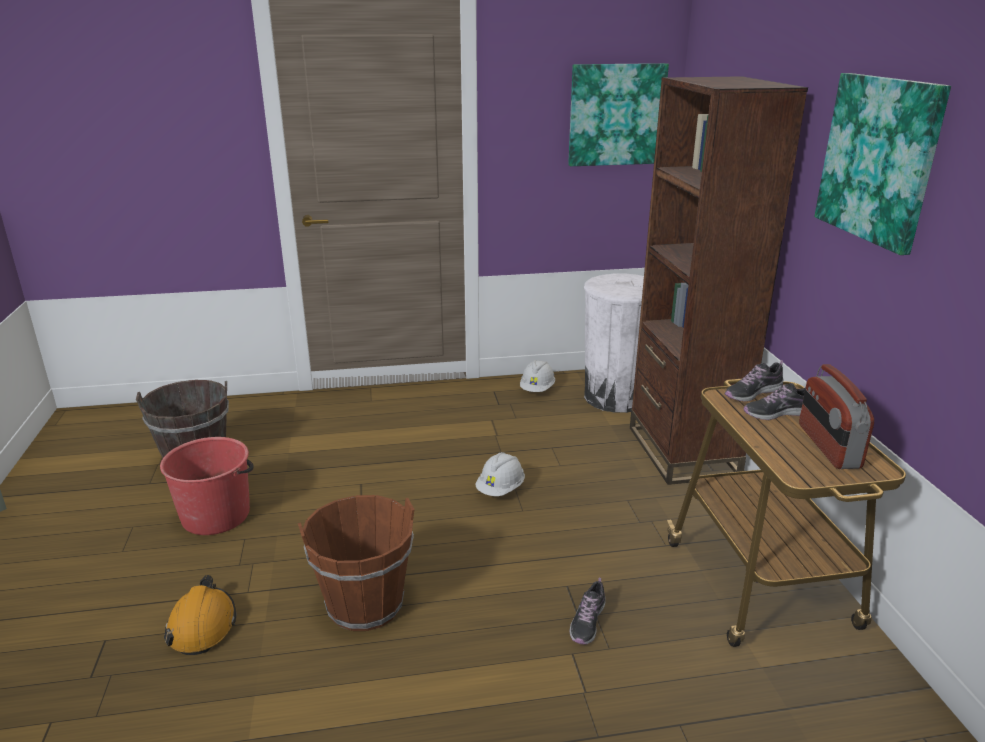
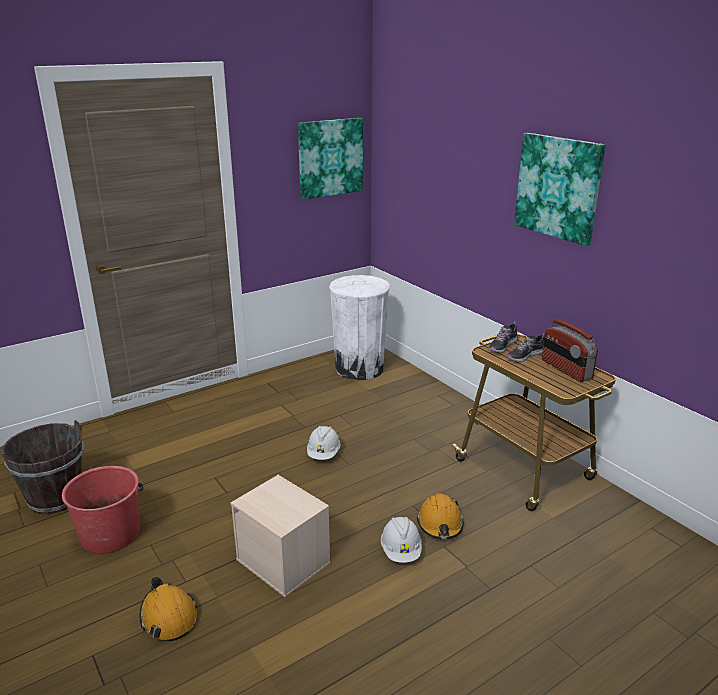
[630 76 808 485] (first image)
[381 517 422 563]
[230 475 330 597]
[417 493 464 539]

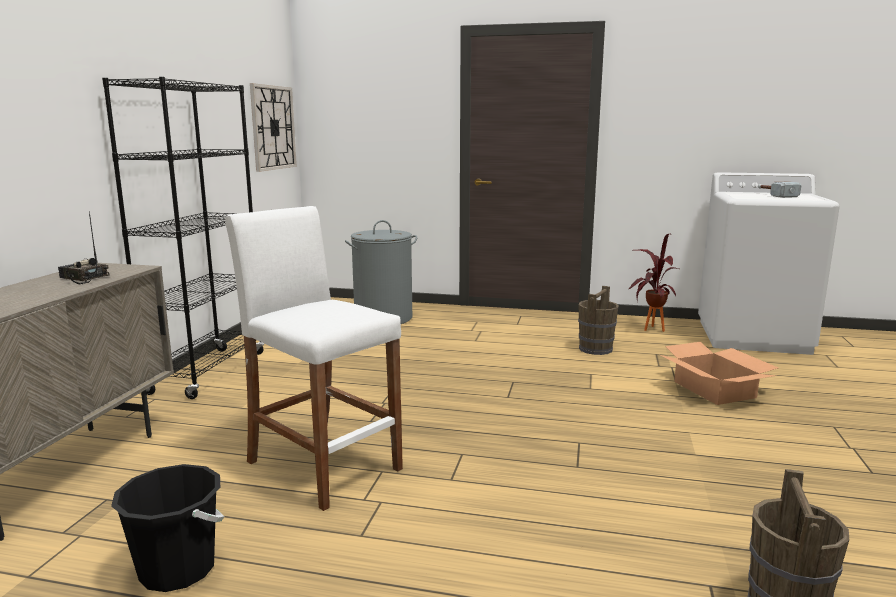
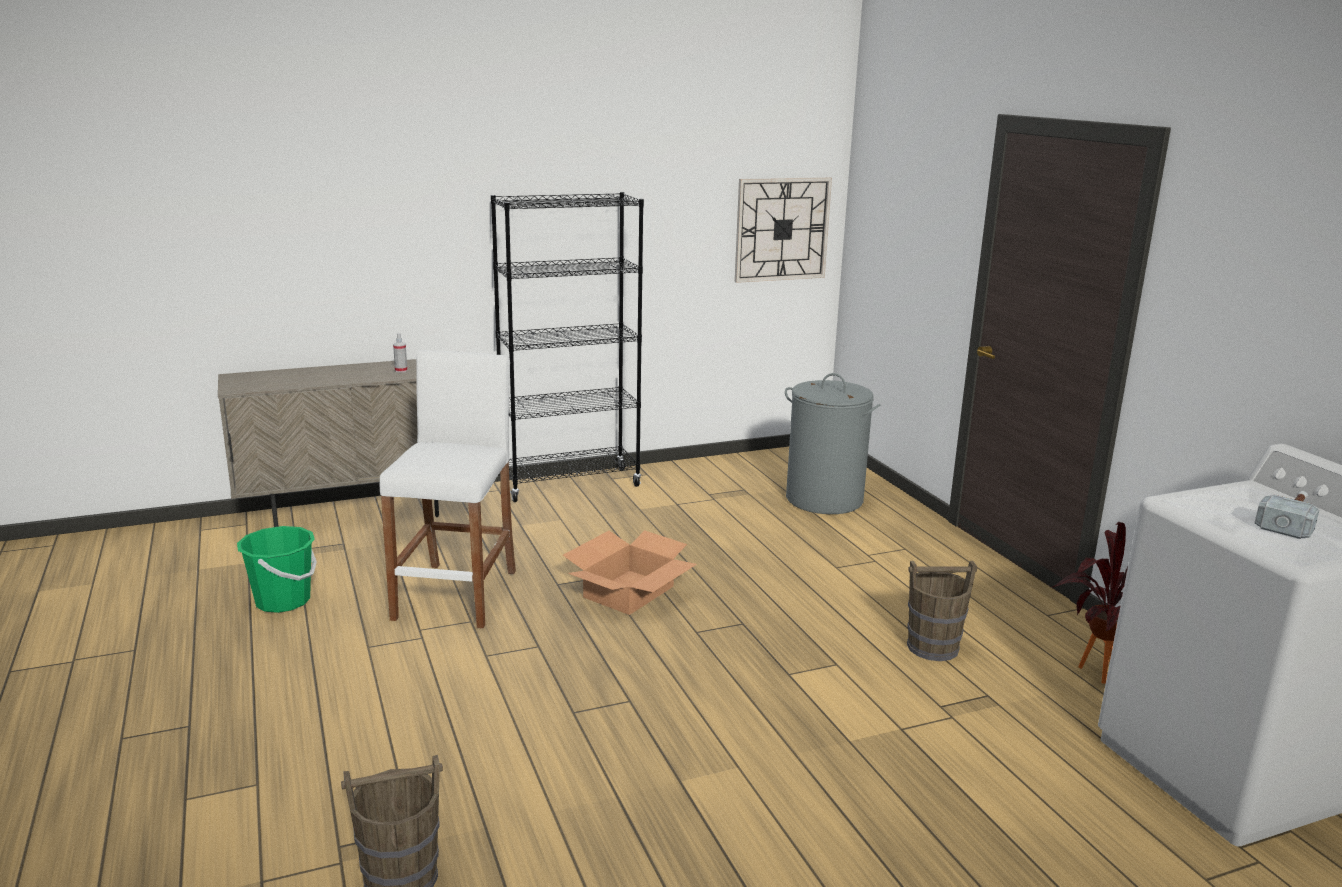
[393 333 407 373]
[563 530 697 615]
[237 526 317 613]

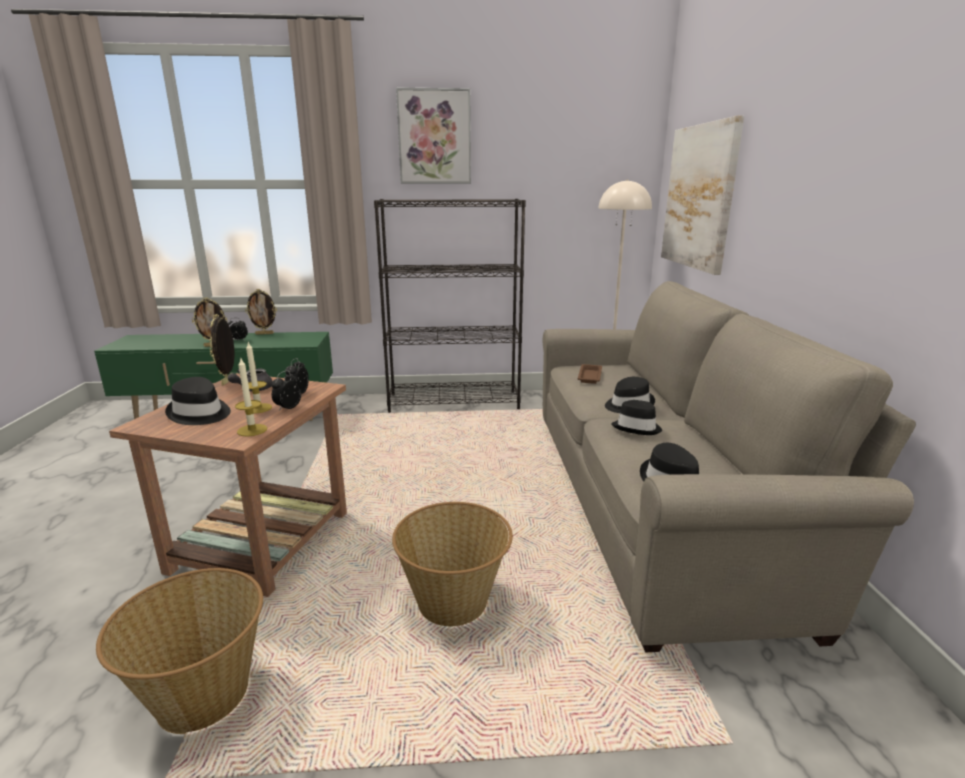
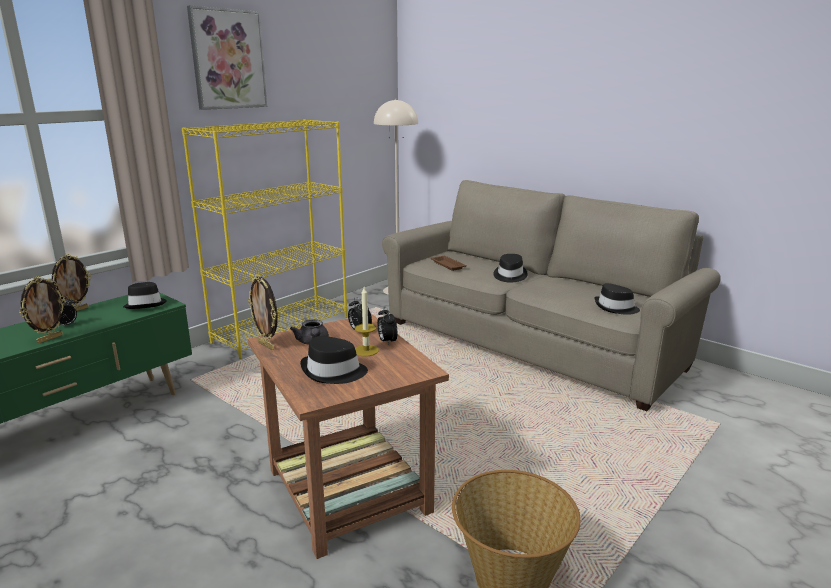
[661 115 744 275] (first image)
[182 119 348 359]
[235 358 267 436] (first image)
[123 282 167 309]
[392 502 513 626] (first image)

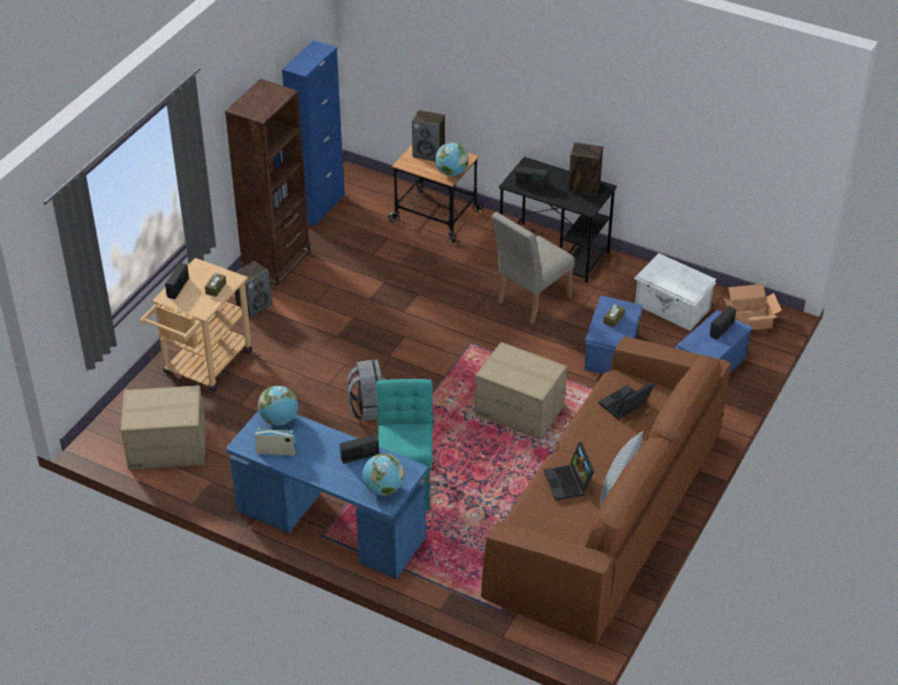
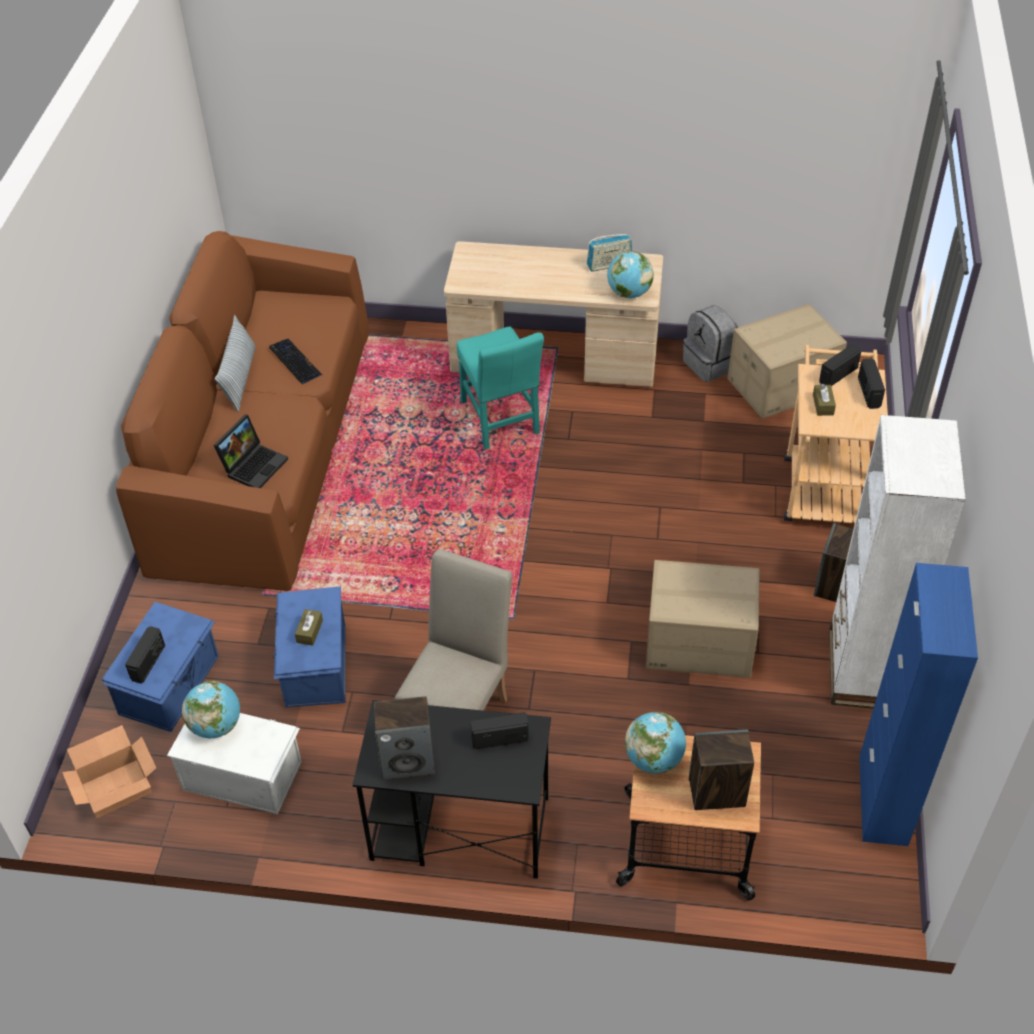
[829 415 966 709]
[646 560 760 678]
[683 305 738 382]
[444 241 663 387]
[819 344 861 386]
[269 339 322 385]
[182 681 240 738]

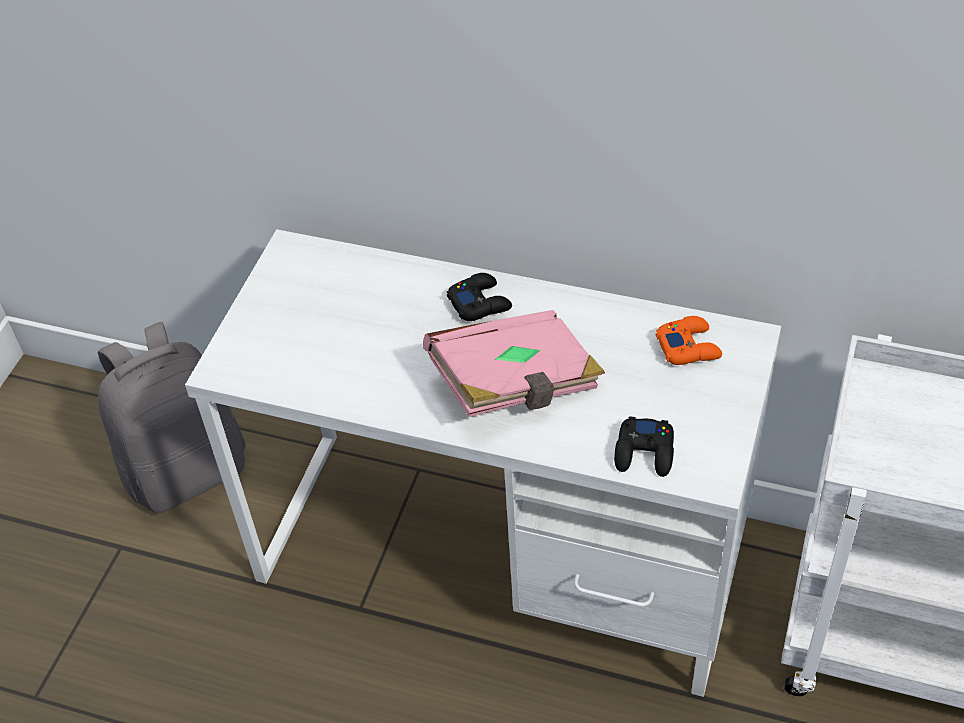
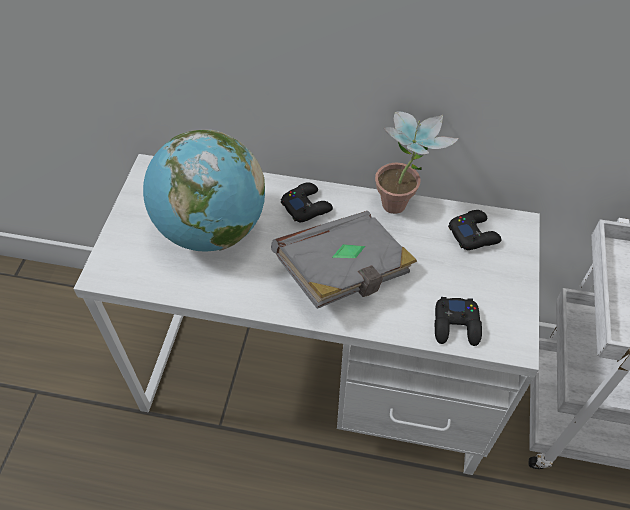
[271 211 417 309]
[448 210 502 250]
[98 322 246 513] (first image)
[375 111 459 214]
[143 130 265 252]

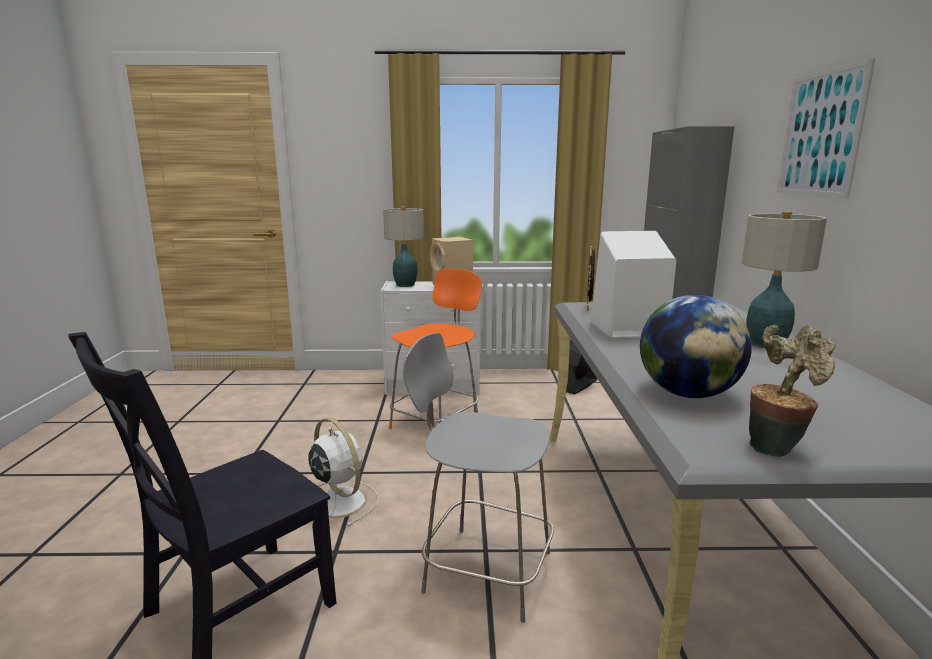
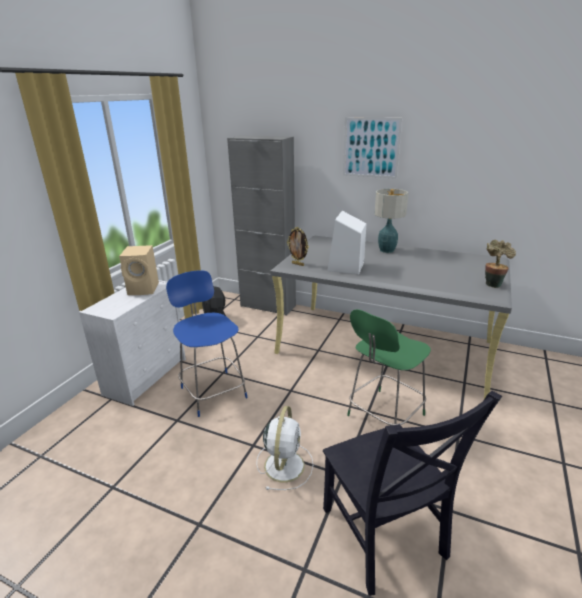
[383 206 424 287] (first image)
[166 270 248 417]
[640 295 752 398] (first image)
[347 309 431 425]
[257 406 313 490]

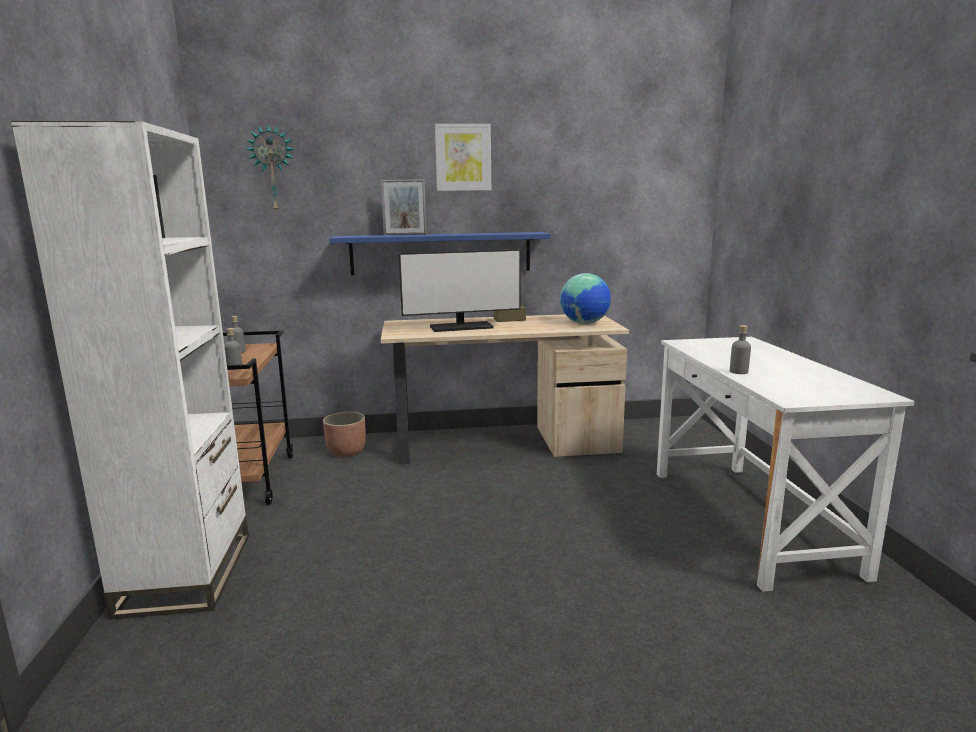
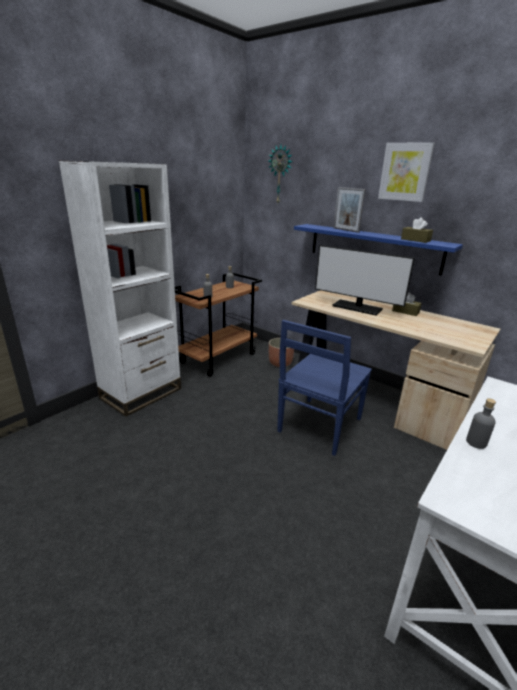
[560 273 611 324] (first image)
[401 218 433 243]
[277 320 372 456]

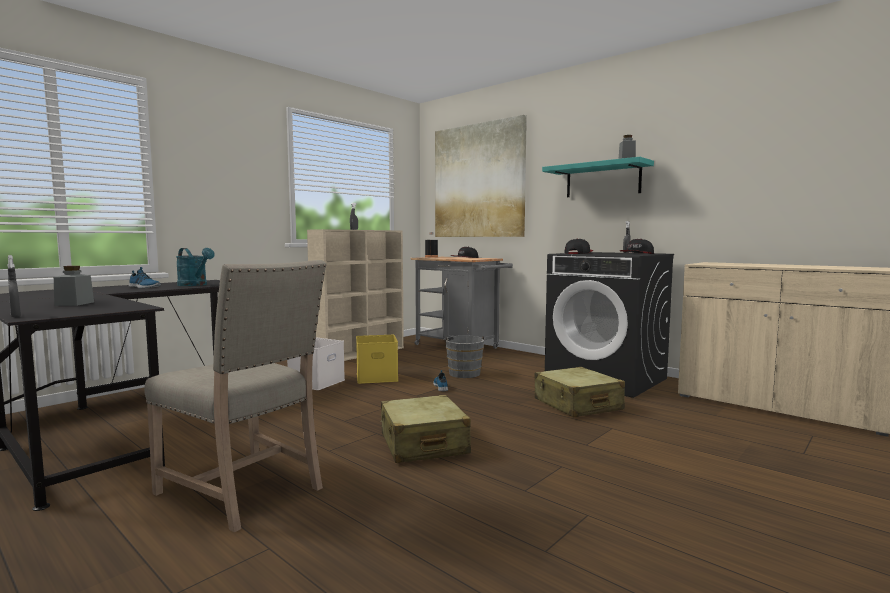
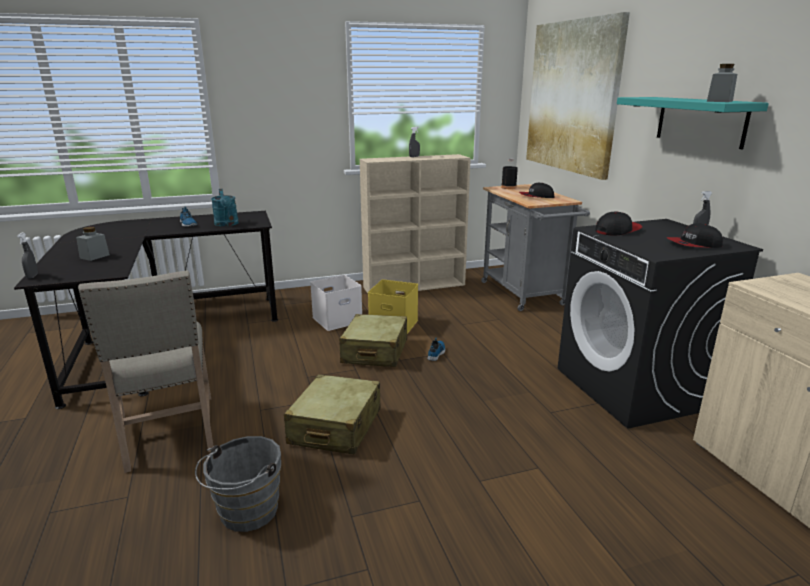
[195 436 281 532]
[339 314 407 367]

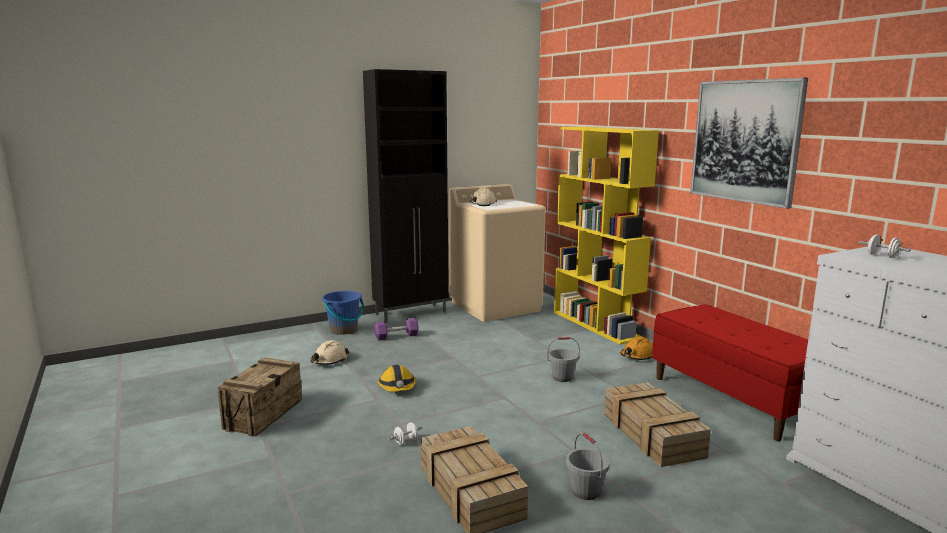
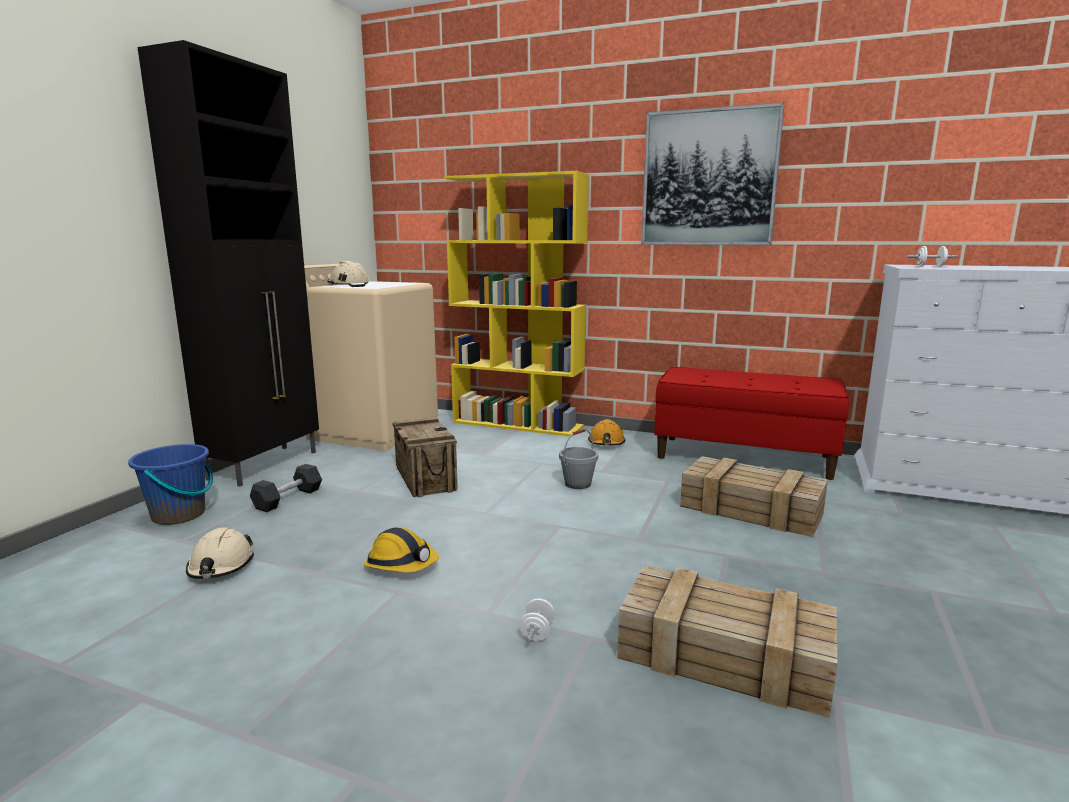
[250 464 322 512]
[392 417 458 497]
[566 432 609 500] (first image)

